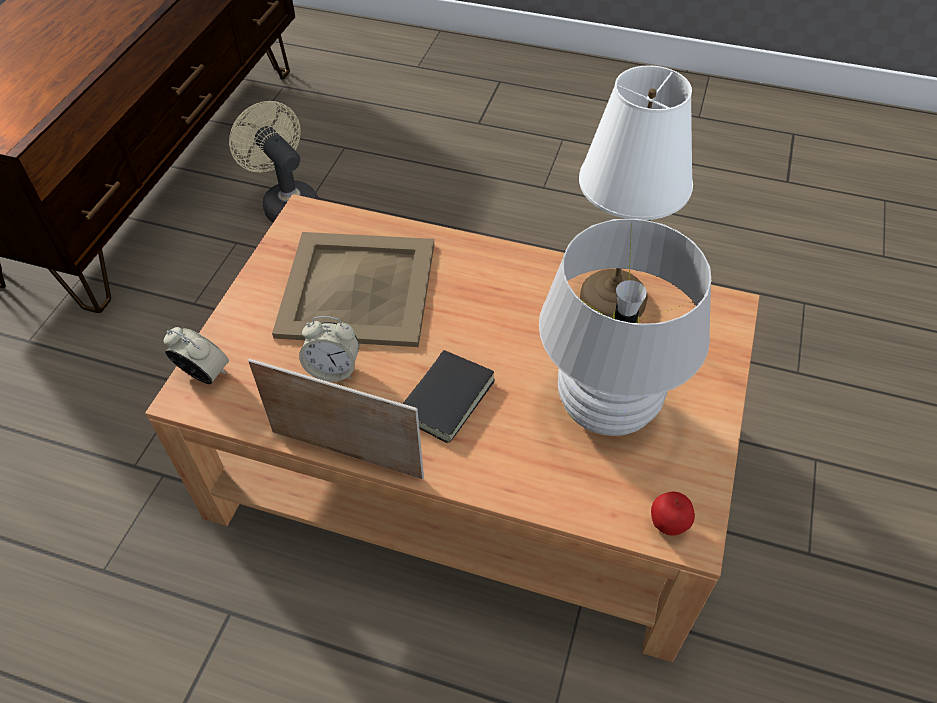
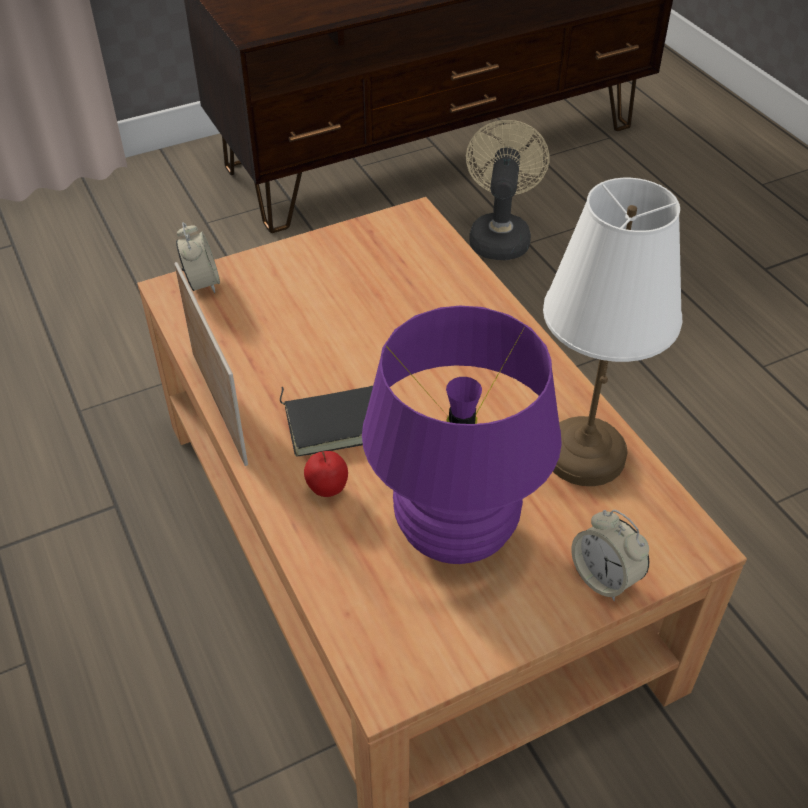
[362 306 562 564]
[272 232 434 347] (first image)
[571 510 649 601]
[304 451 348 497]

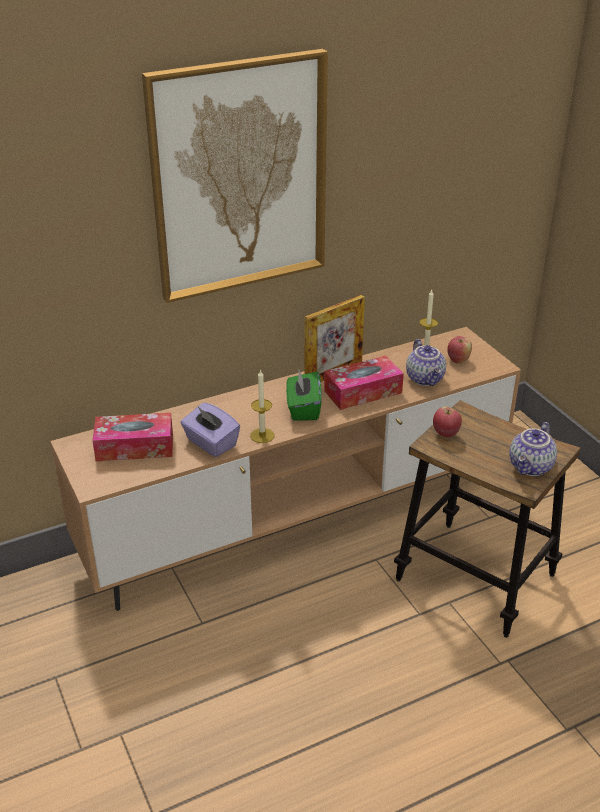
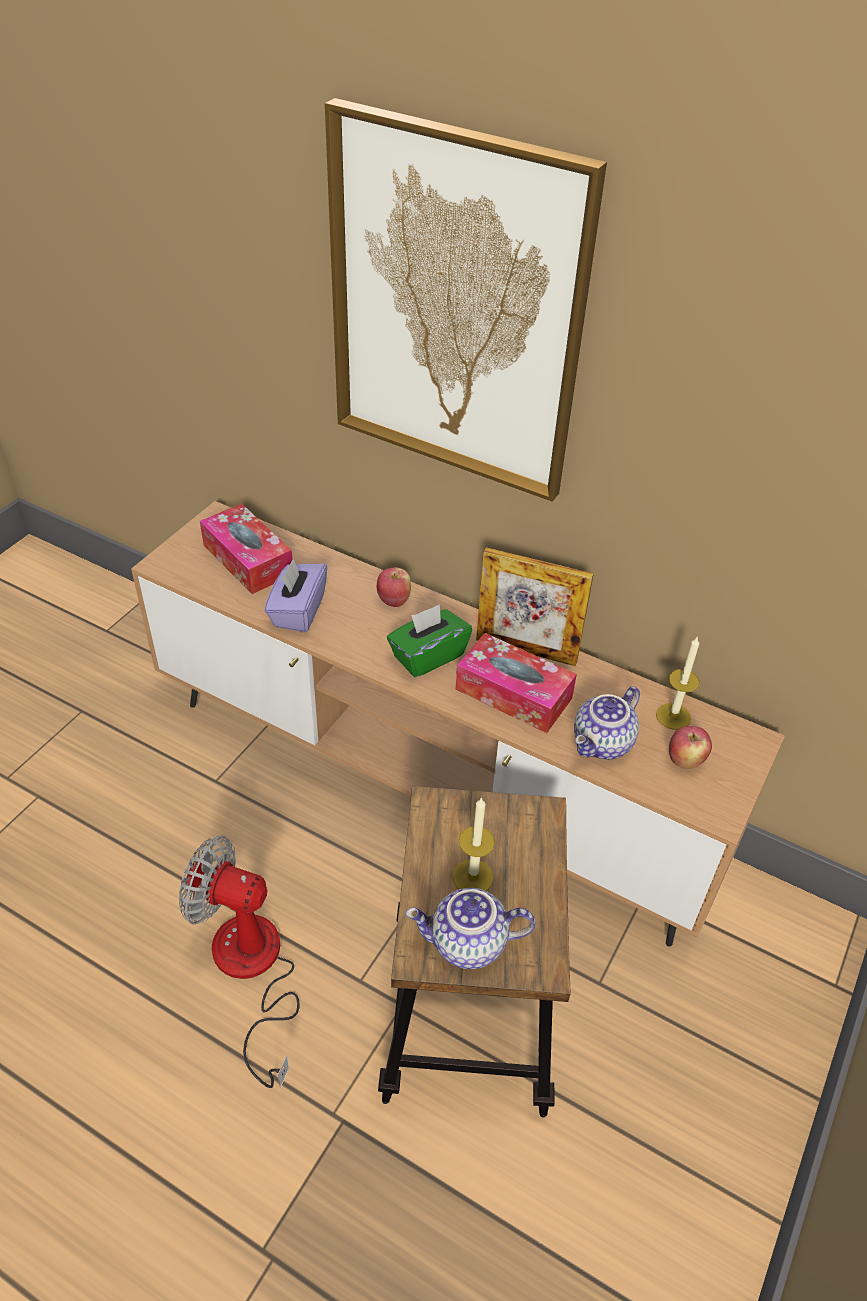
[453 797 495 891]
[377 567 411 607]
[179 836 300 1088]

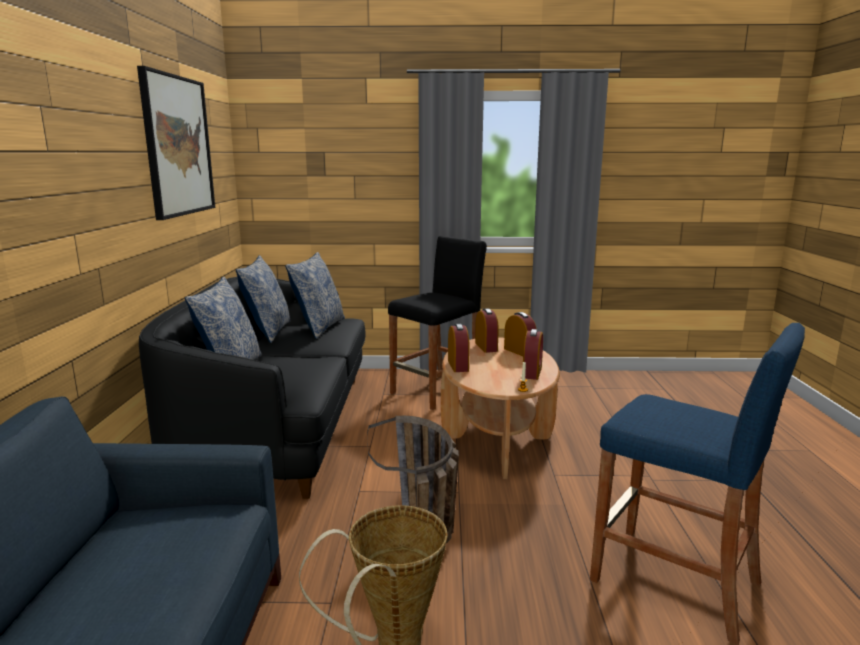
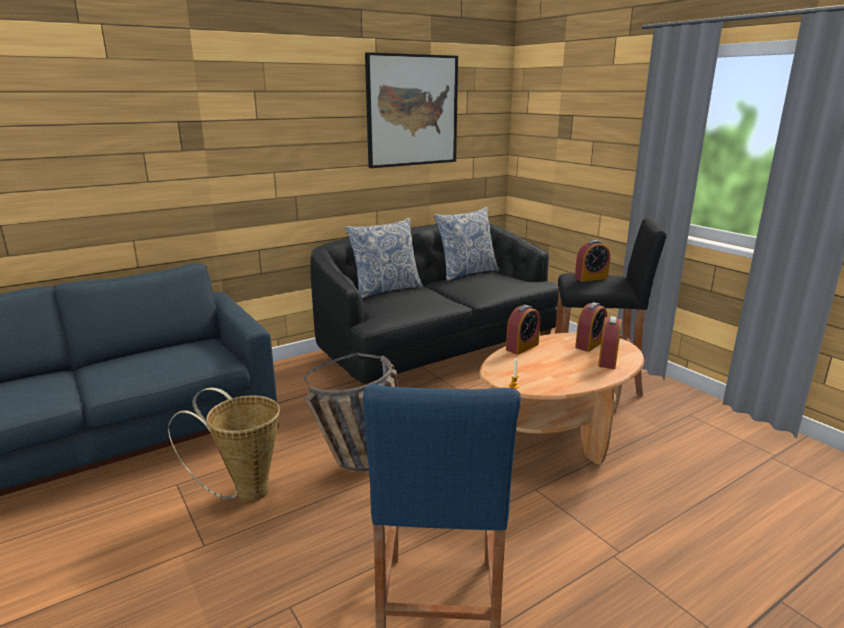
[285 252 345 339] (first image)
[575 240 610 282]

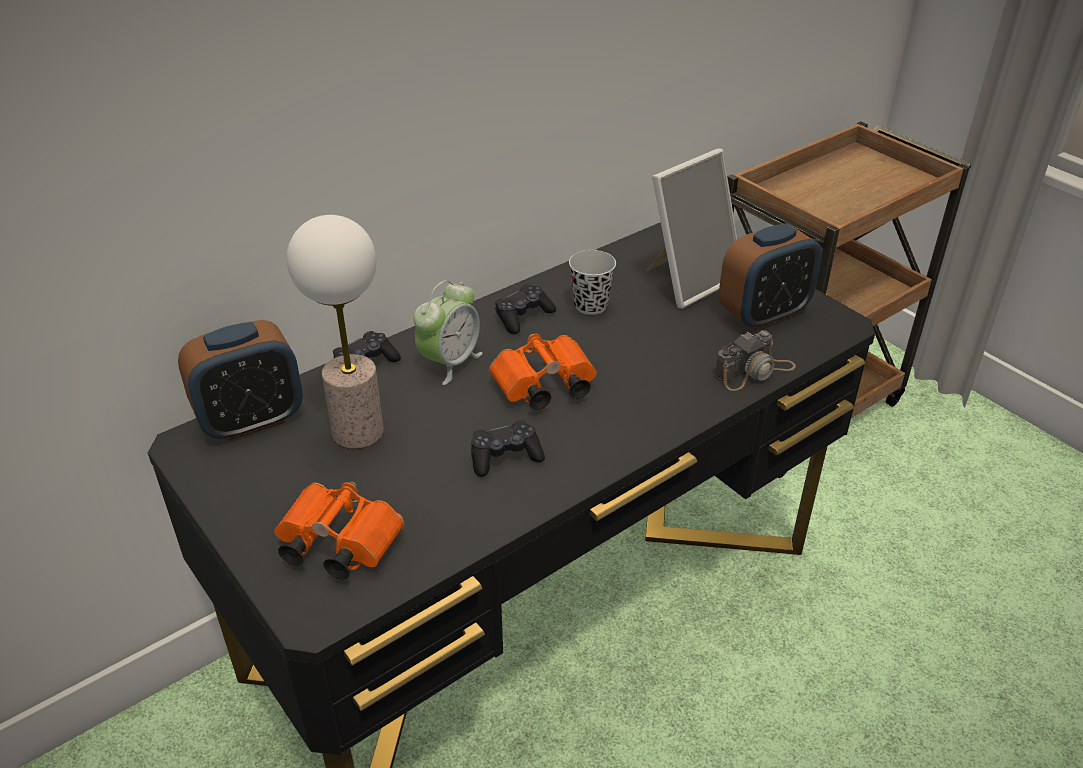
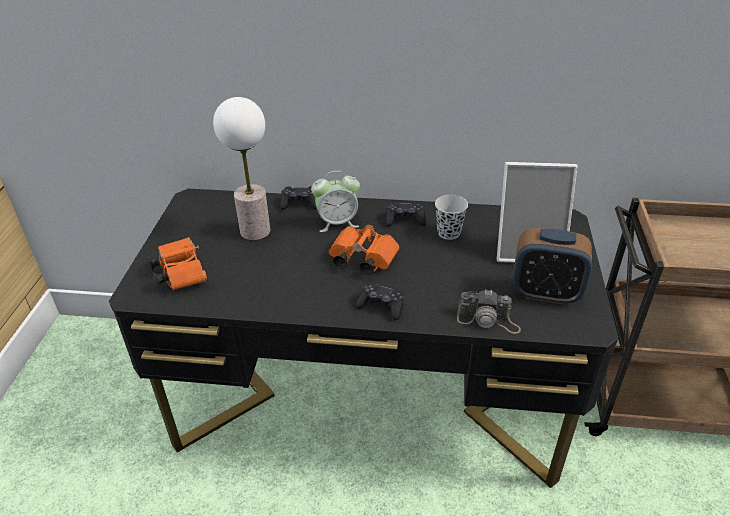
[178 320 303 441] (first image)
[355 282 404 320]

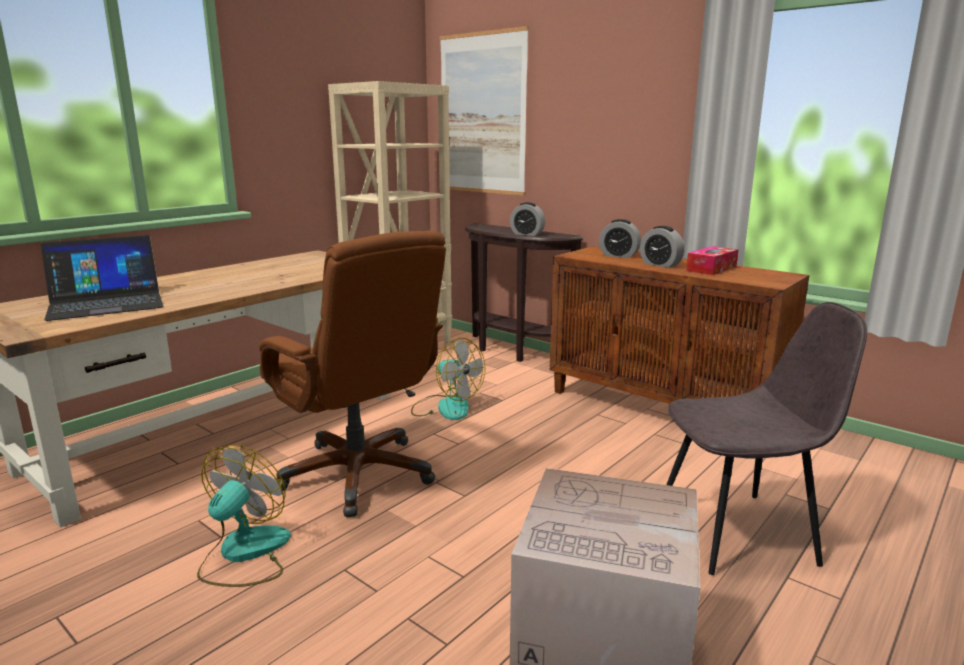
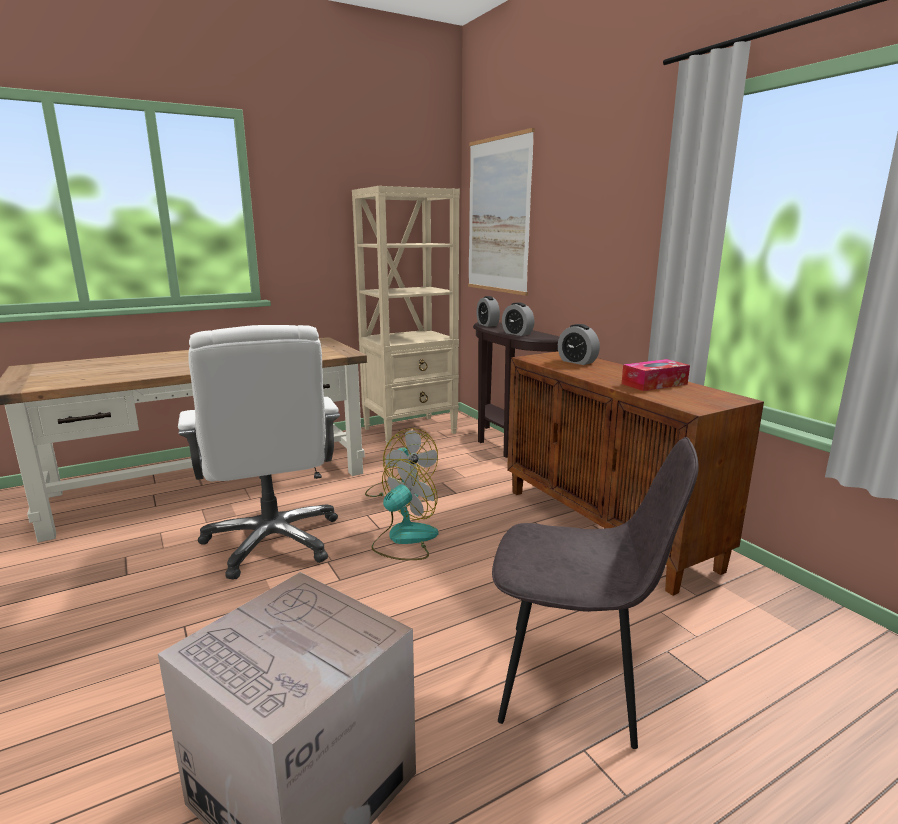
[476 296 500 327]
[178 325 340 580]
[40 235 163 321] (first image)
[371 459 438 560]

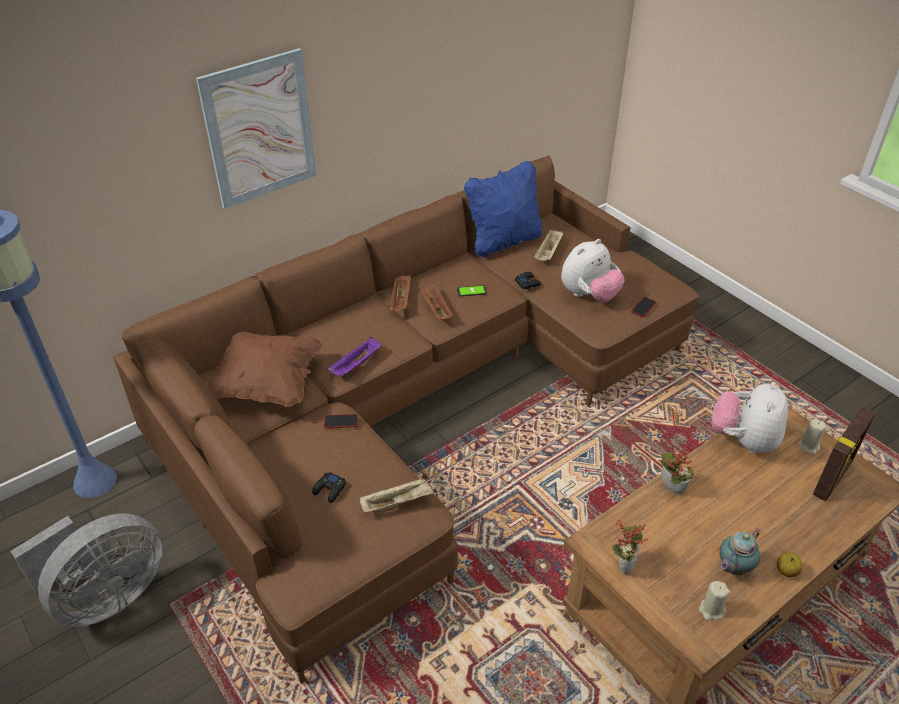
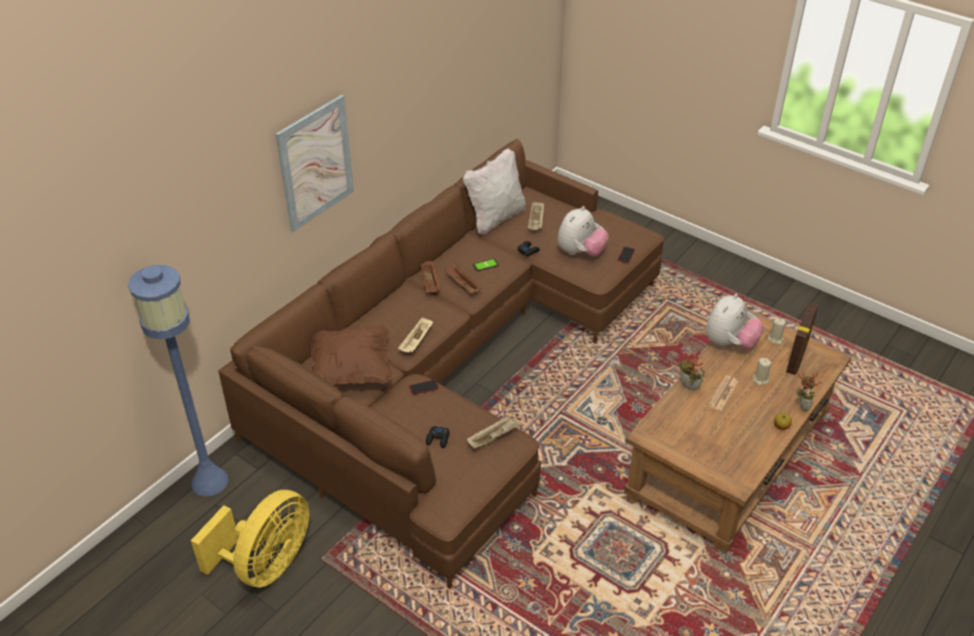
[463 148 526 235]
[398 317 433 353]
[706 294 764 350]
[191 490 309 587]
[796 372 822 412]
[719 528 760 575] (first image)
[753 358 772 385]
[708 375 738 411]

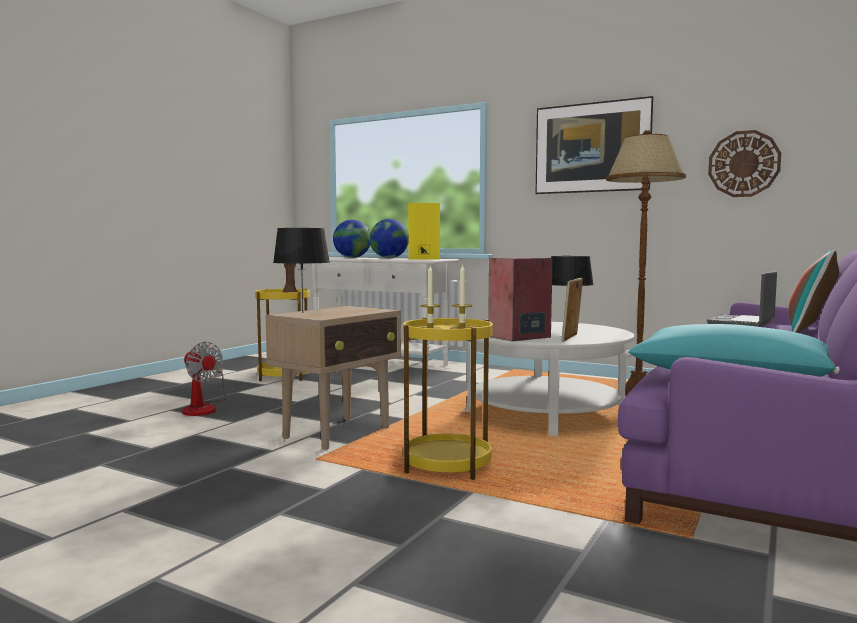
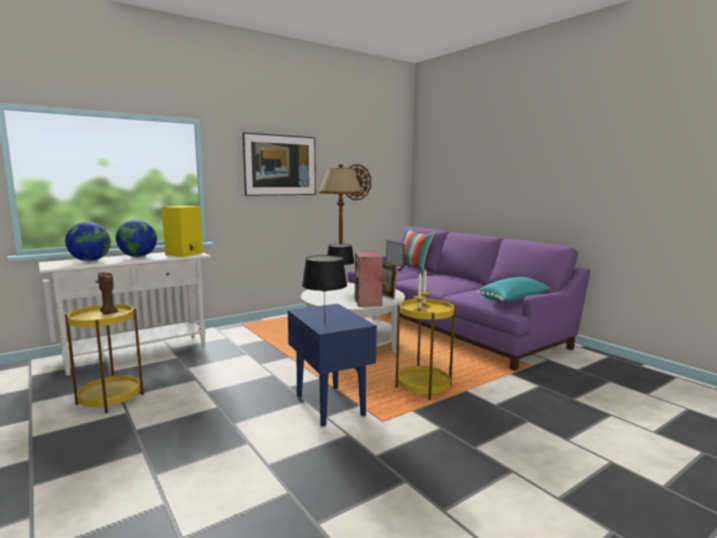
[288 304 377 427]
[182 342 227 416] (first image)

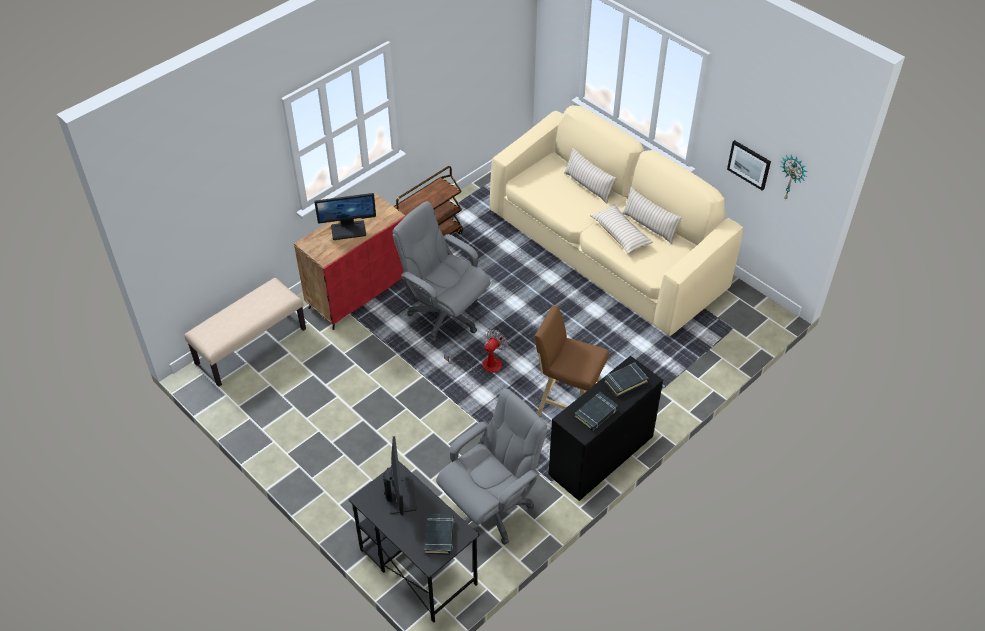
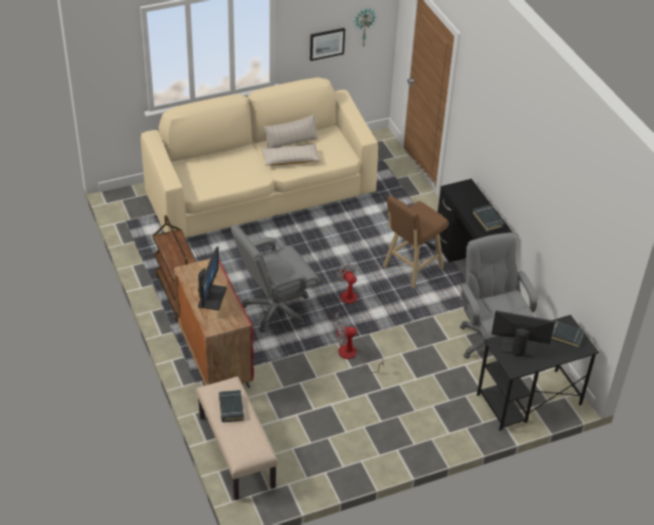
[564 148 617 203] (first image)
[219 390 244 422]
[336 322 384 373]

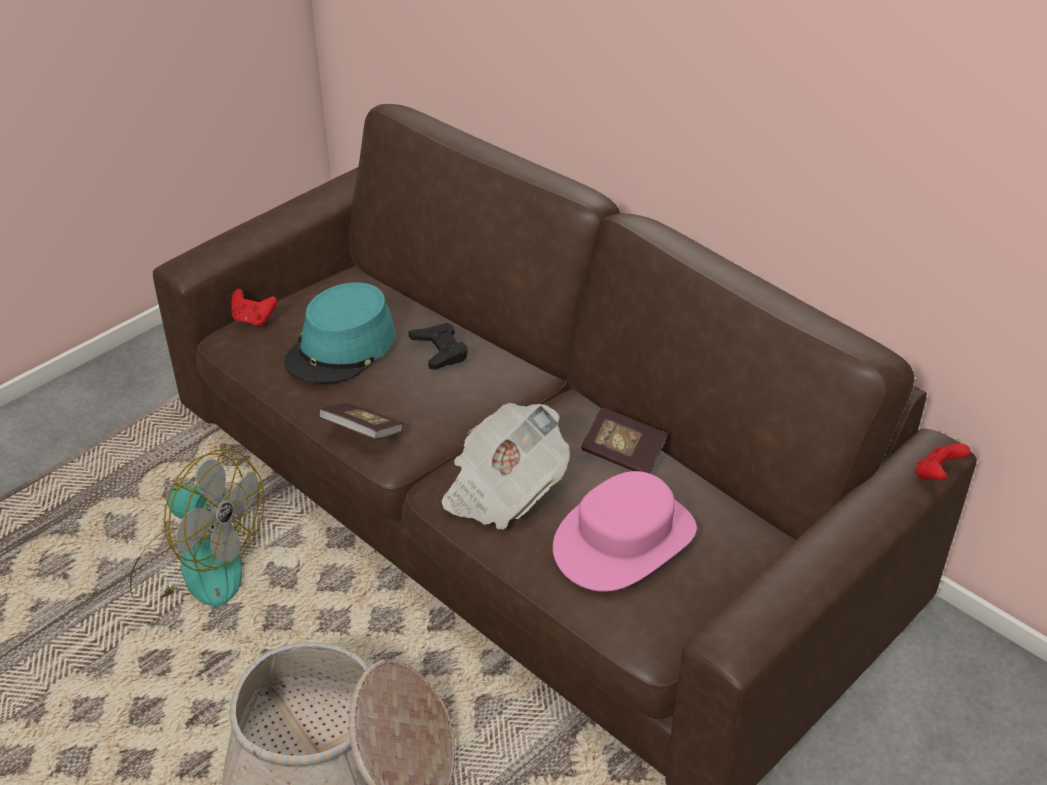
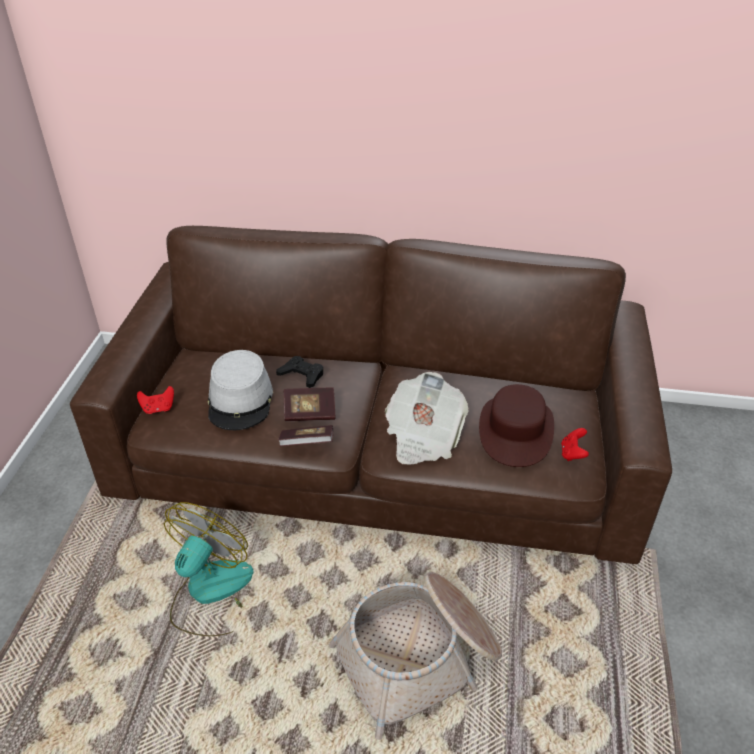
[208 350 273 430]
[283 387 336 421]
[561 428 589 461]
[164 502 254 636]
[479 384 554 467]

